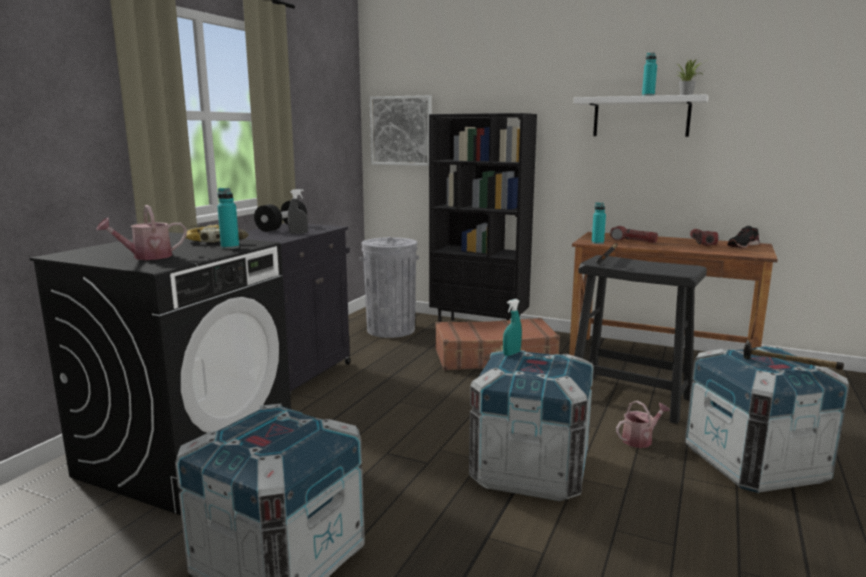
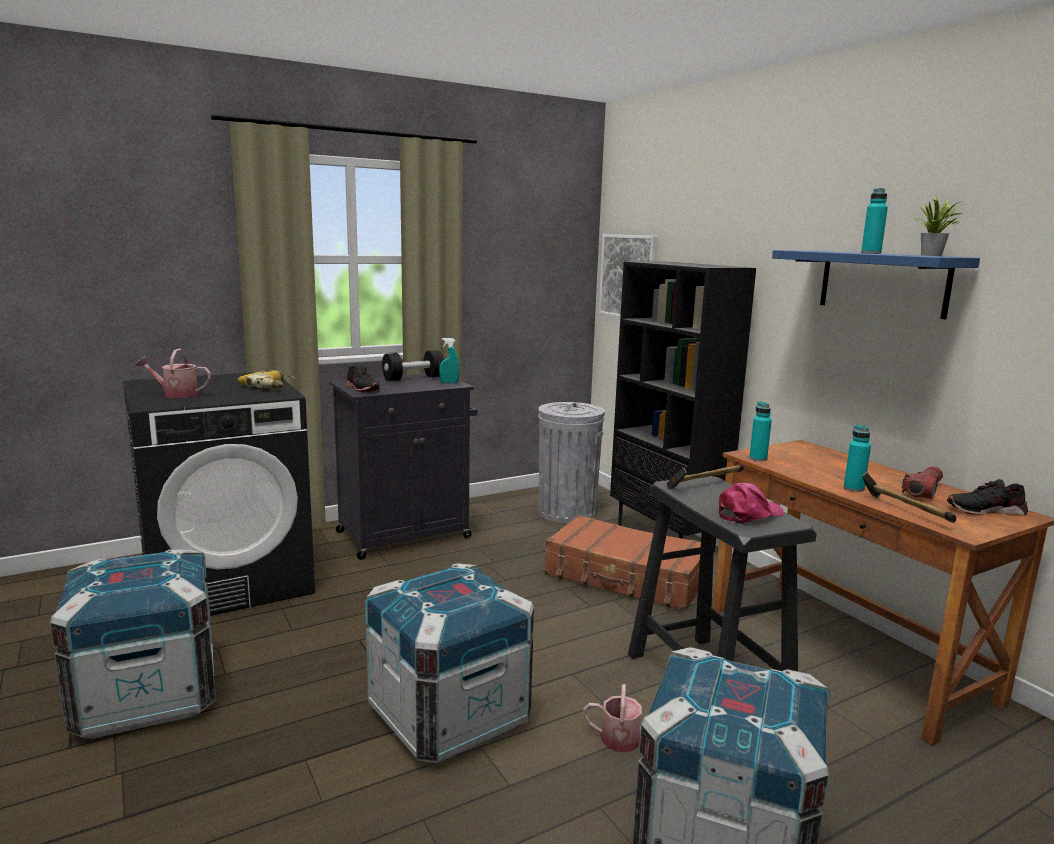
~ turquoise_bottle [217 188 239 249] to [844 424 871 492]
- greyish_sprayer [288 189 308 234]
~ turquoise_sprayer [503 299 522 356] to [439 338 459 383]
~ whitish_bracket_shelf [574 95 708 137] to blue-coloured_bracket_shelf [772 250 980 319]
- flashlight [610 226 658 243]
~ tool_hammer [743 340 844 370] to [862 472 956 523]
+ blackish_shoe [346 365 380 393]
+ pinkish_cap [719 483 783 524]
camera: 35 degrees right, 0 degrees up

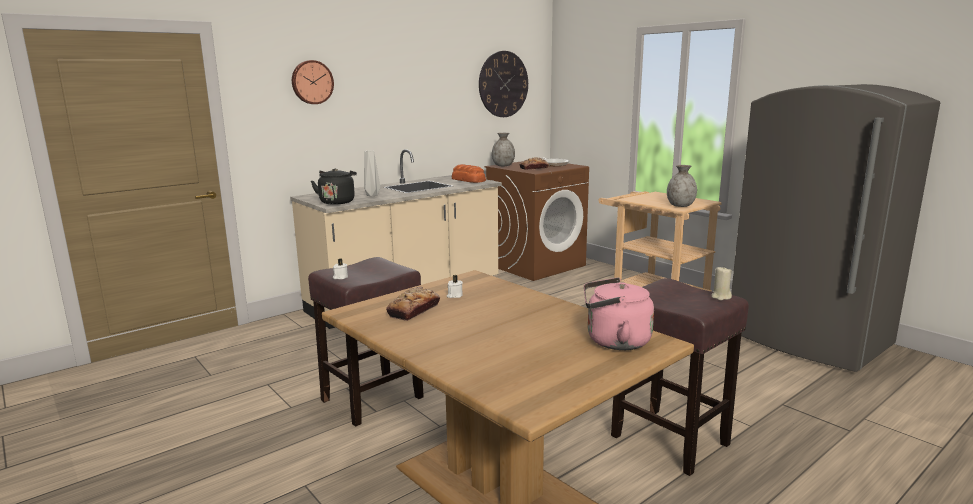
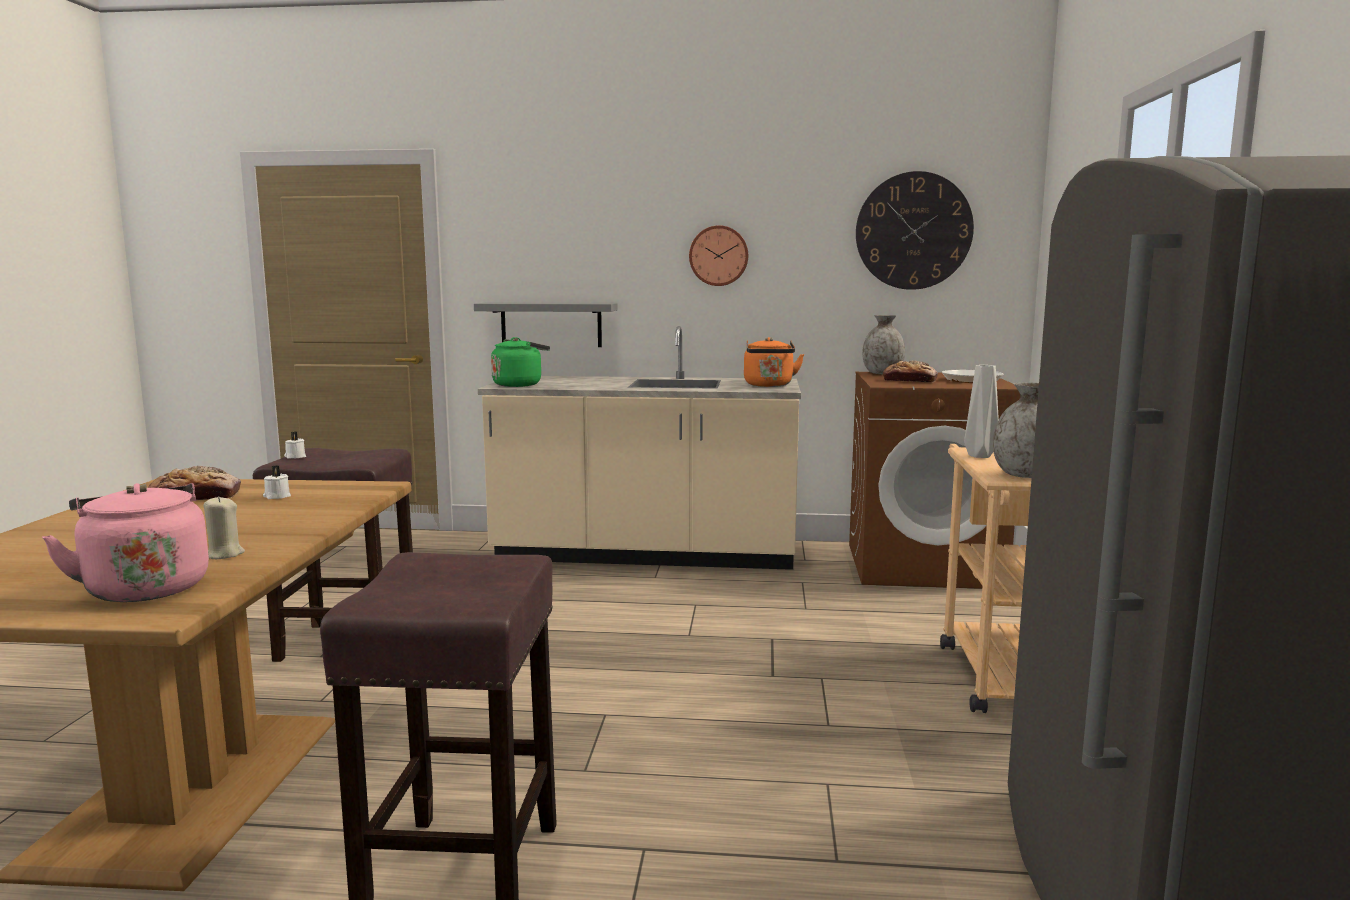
~ clock_on_the_wall [292 60 334 104] to [689 225 748 286]
~ blackish_water_kettle [311 168 357 205] to green_water_kettle [491 337 550 387]
~ greyish_decorative_vase [364 151 380 196] to [964 365 999 458]
~ bakery_bread [452 164 486 183] to orangey_water_kettle [744 337 804 387]
~ beige-coloured_wax_candle [712 267 732 300] to [204 496 245 559]
+ greyish_bracket_shelf [474 303 618 347]
camera: 45 degrees right, 5 degrees down

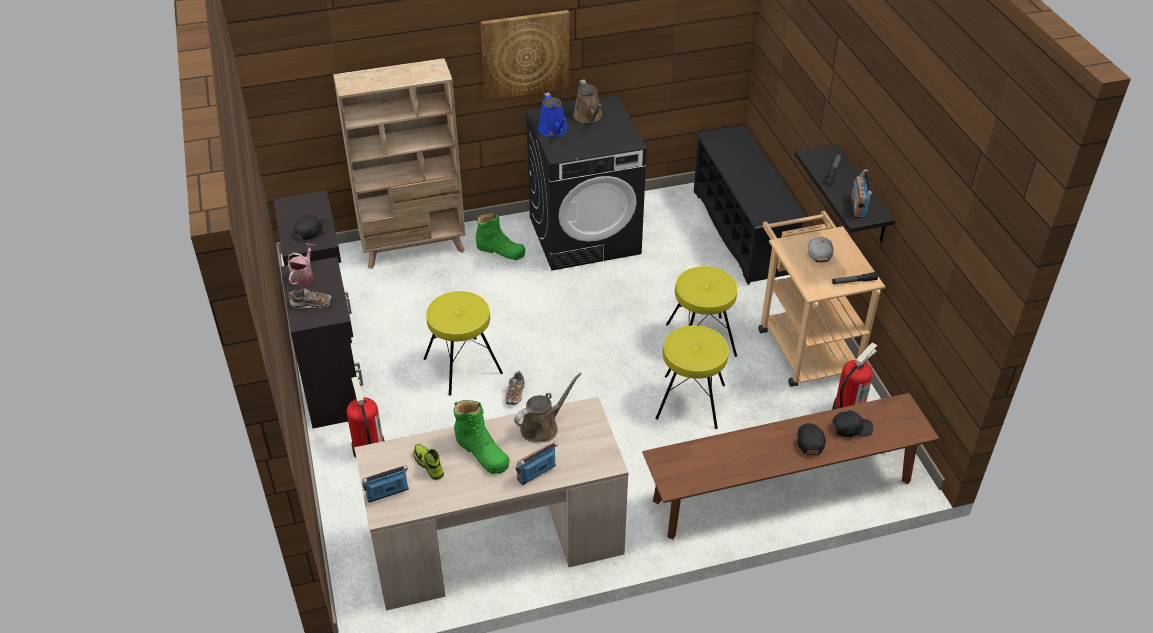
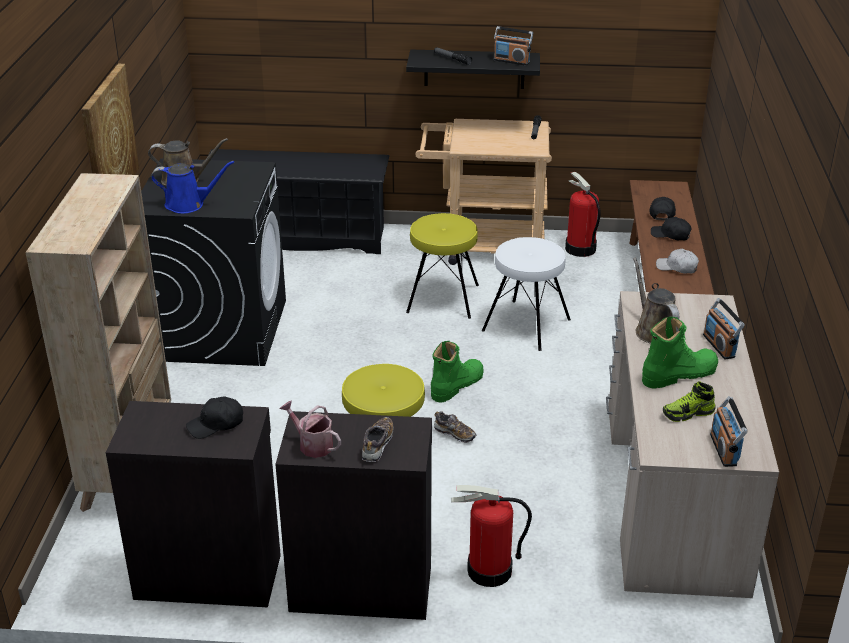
~ blackish_cap [294 215 332 240] = [186 396 243 439] 90 degrees counterclockwise
~ green_boot [476 212 525 260] to [431 341 484 402]
~ yellowish_stool_seat [655 325 729 429] to whitish_stool_seat [482 237 571 351]
~ whitish_cap [808 237 834 262] to [656 249 699 274]
camera: 70 degrees left, 10 degrees down

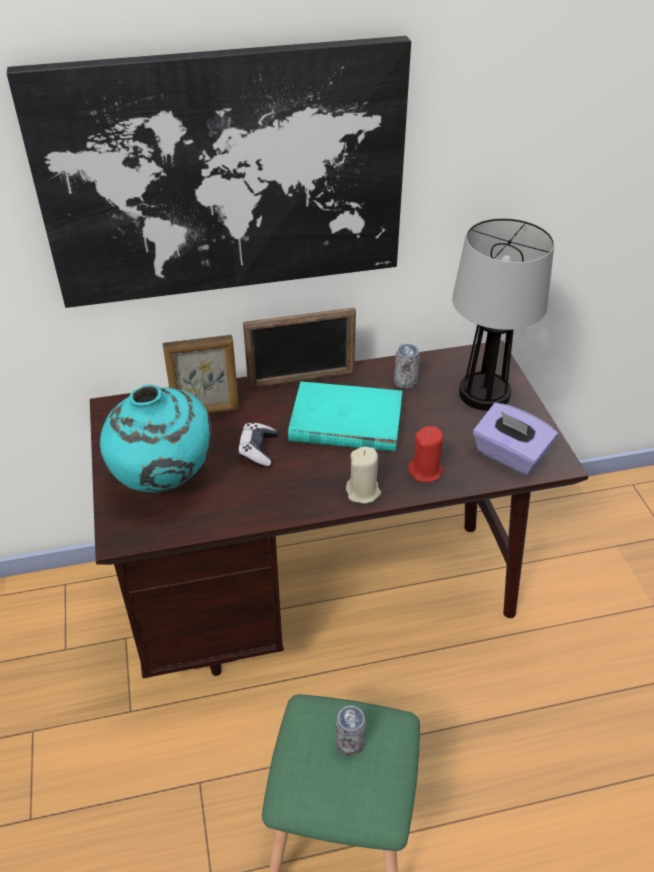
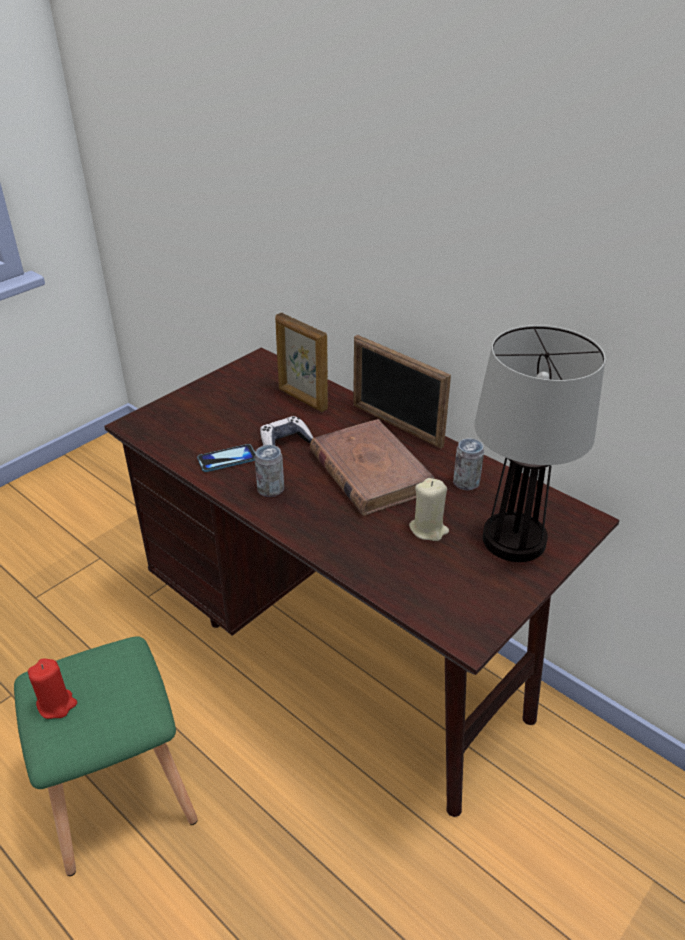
- picture [7 36 411 308]
- turquoise_decorative_vase [100 384 211 492]
~ turquoise_book [288 381 402 451] to brown_book [310 419 435 516]
~ metal_can [336 706 366 756] to [255 445 284 497]
~ beige-coloured_wax_candle [346 446 381 503] to [409 478 449 541]
~ red_wax_candle [408 426 443 482] to [28 658 77 719]
- purplish_box_of_tissues [473 403 558 475]
+ handset [197 444 256 472]
camera: 55 degrees right, 5 degrees down

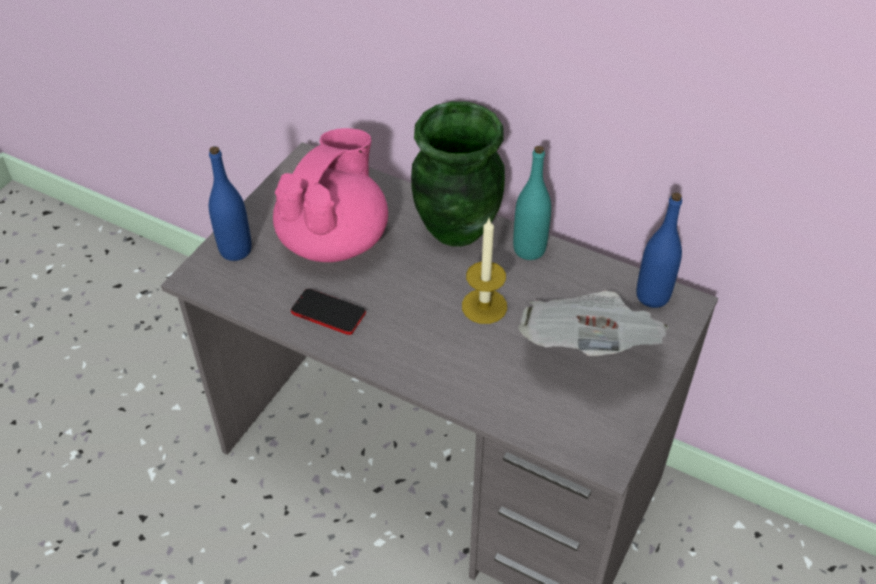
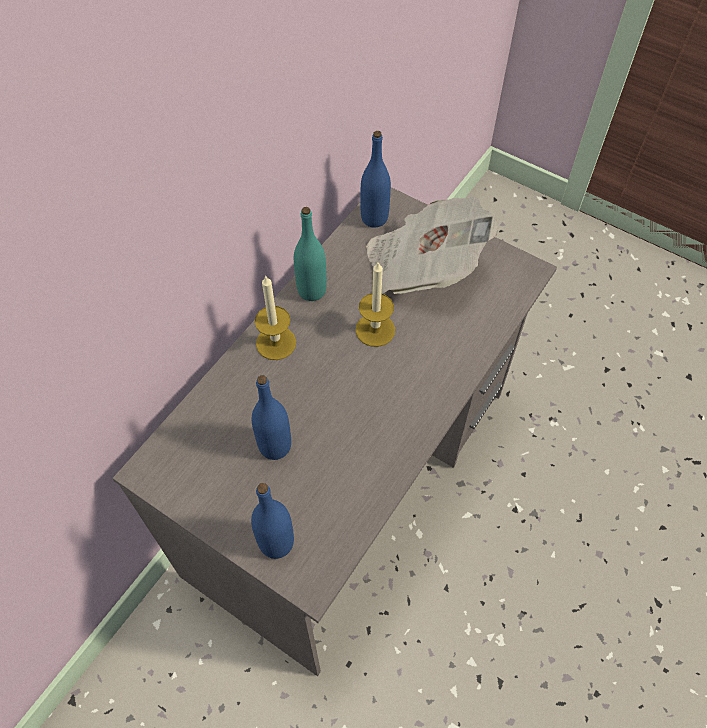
~ pinkish_pot_for_tea [273 128 388 262] to blue-coloured_bottle [252 375 291 460]
- handset [291 289 366 335]
~ green_decorative_vase [411 101 505 247] to wax_candle [255 275 296 360]
camera: 85 degrees left, 10 degrees up

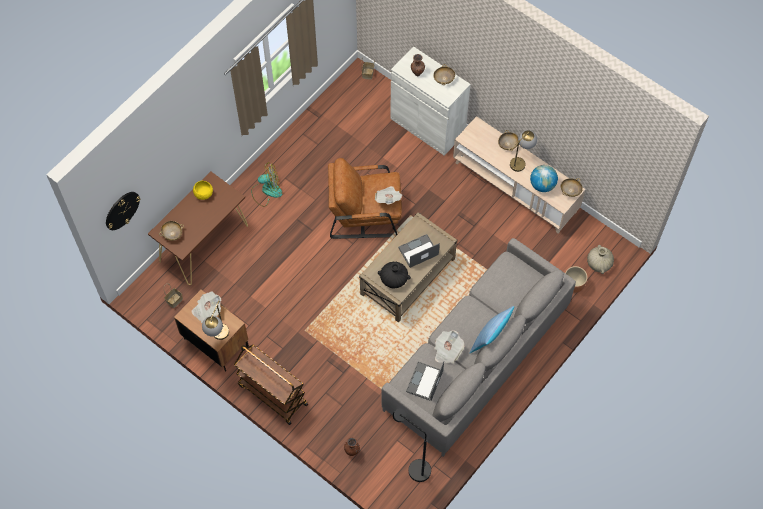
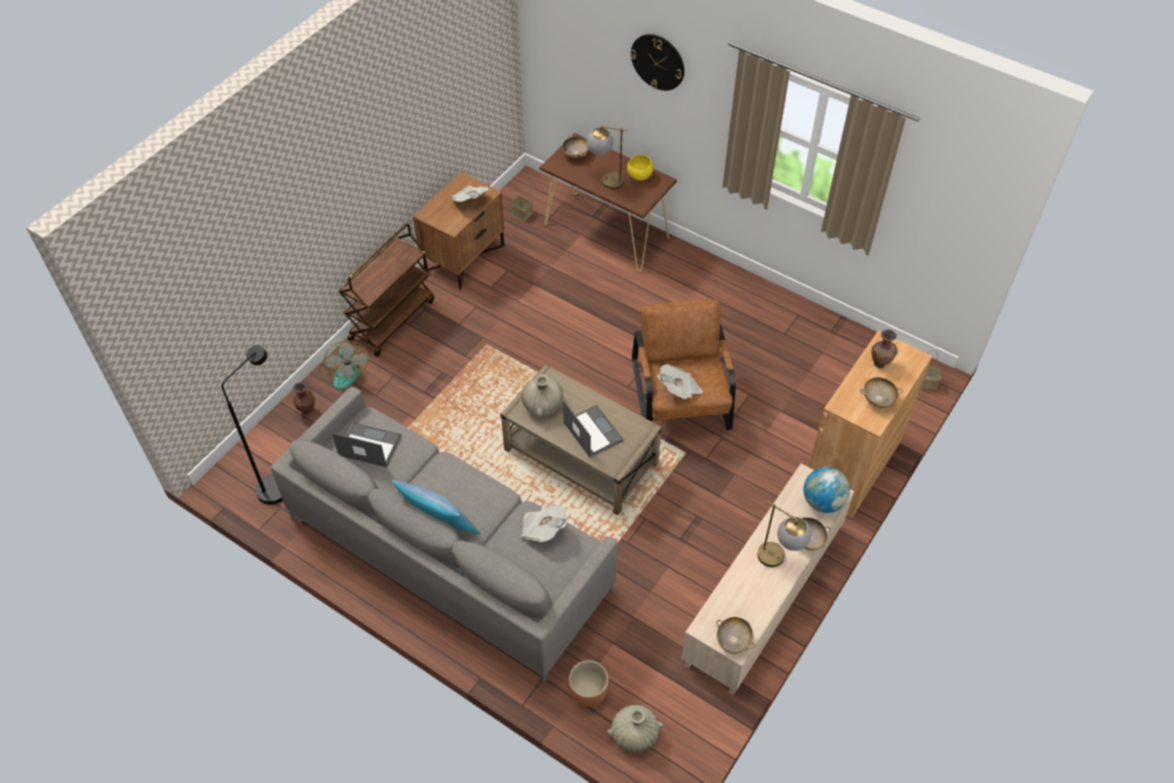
~ clock_on_the_wall [106 192 140 230] to [630 34 684 91]
~ lamp_for_a_table [202 301 229 340] to [587 125 628 190]
~ fan [251 162 282 207] to [319 340 370 390]
~ blackish_decorative_vase [378 262 411 288] to beige-coloured_decorative_vase [521 374 563 417]
~ whitish_cabinet [390 46 471 156] to brown_cabinet [808 330 932 518]
~ daily_paper [434 330 464 364] to [521 504 567 542]
~ desk_globe [530 165 558 192] to [804 467 850 513]
camera: 85 degrees right, 10 degrees down

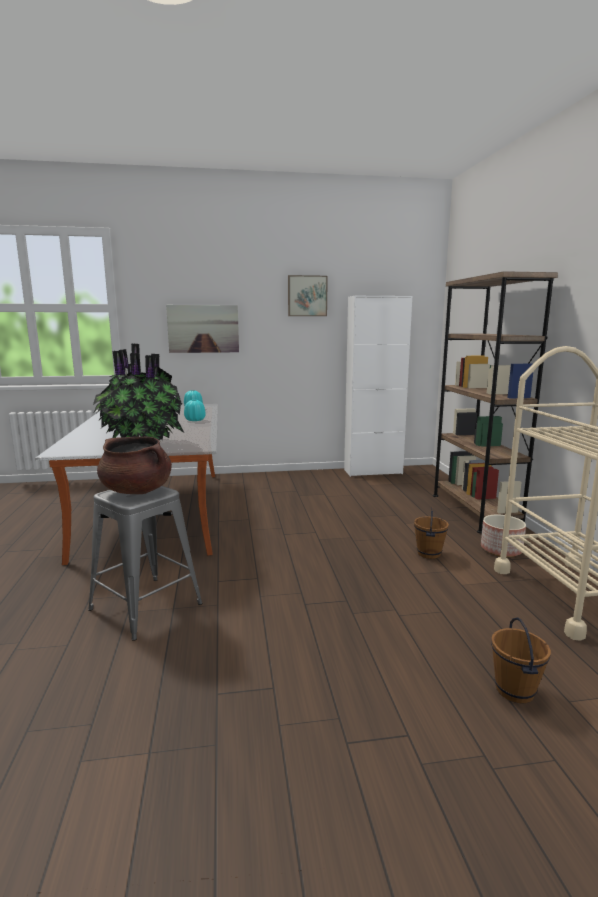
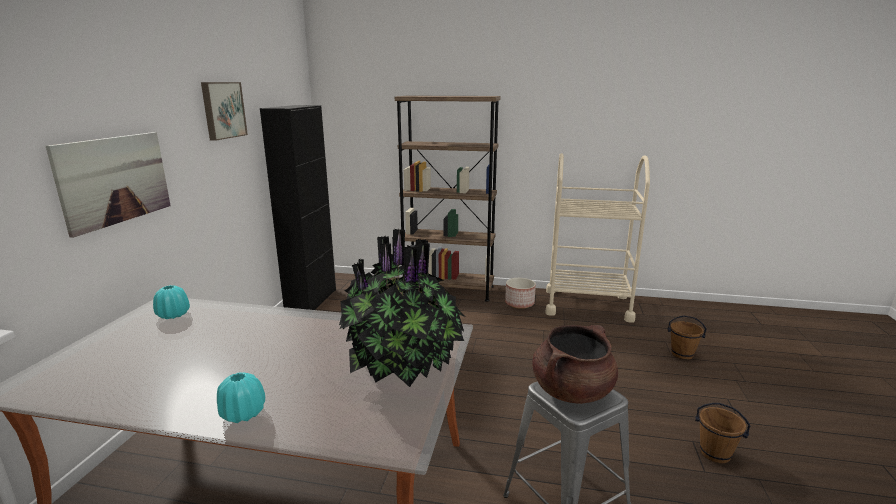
~ turquoise_decorative_vase [184 400 206 421] to [217 372 265 423]
~ whitish_cabinet [344 295 412 477] to blackish_cabinet [260 105 336 310]
~ brown_water_bucket [414 507 449 559] to [695 403 751 463]
camera: 70 degrees left, 5 degrees up

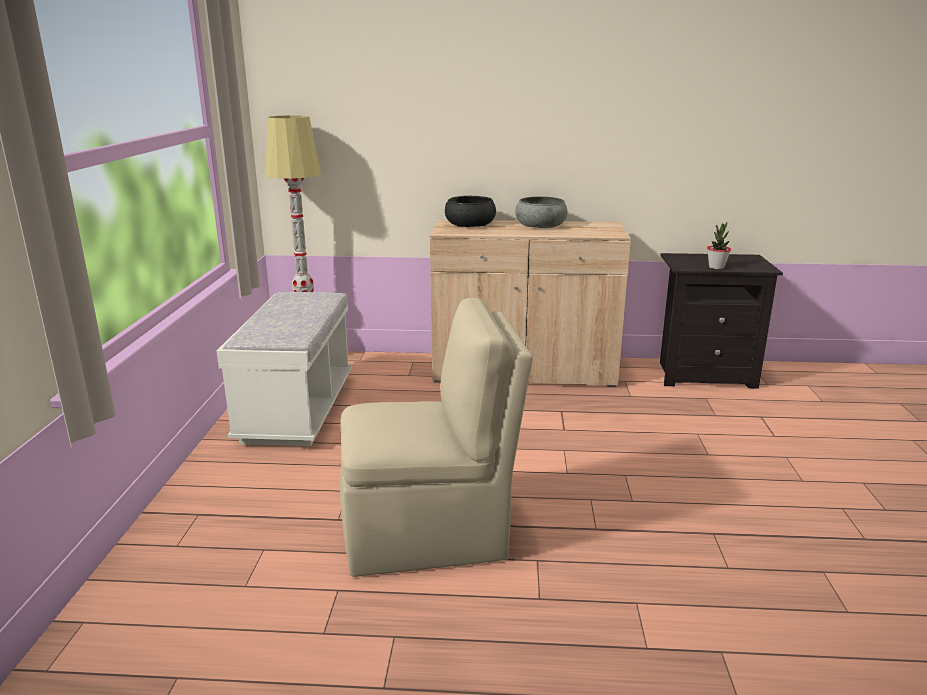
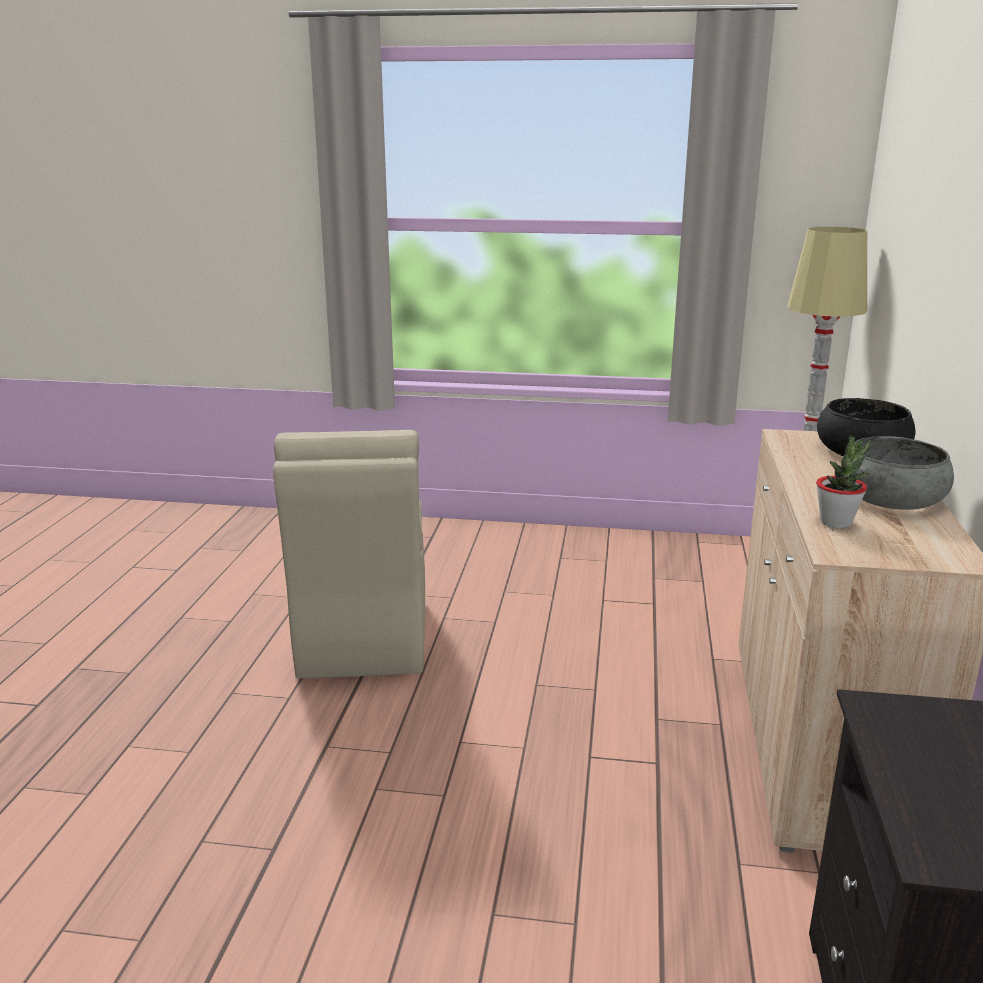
- whitish_long_seat [217 292 352 446]
~ potted_plant [707 222 731 269] to [816 435 871 528]
camera: 95 degrees right, 0 degrees up

